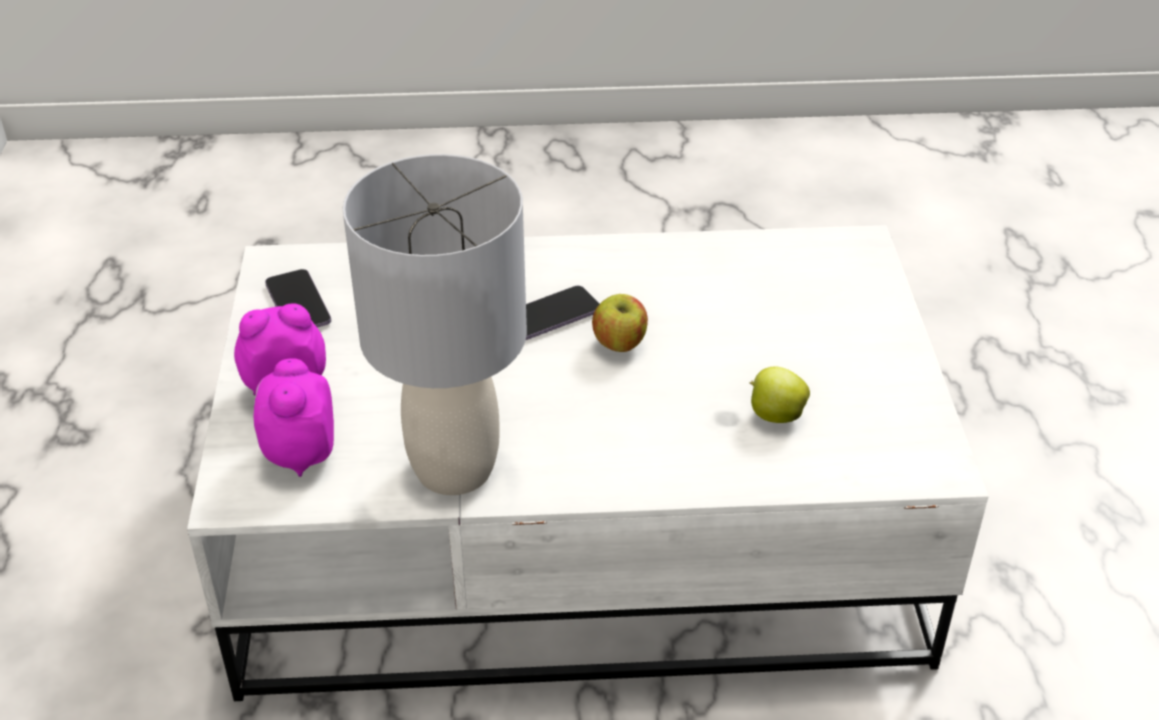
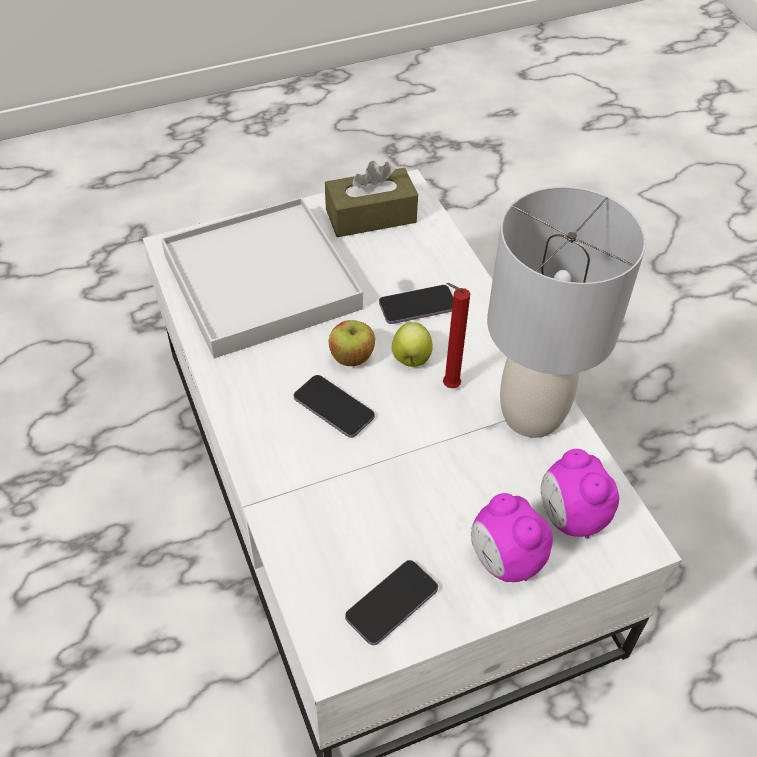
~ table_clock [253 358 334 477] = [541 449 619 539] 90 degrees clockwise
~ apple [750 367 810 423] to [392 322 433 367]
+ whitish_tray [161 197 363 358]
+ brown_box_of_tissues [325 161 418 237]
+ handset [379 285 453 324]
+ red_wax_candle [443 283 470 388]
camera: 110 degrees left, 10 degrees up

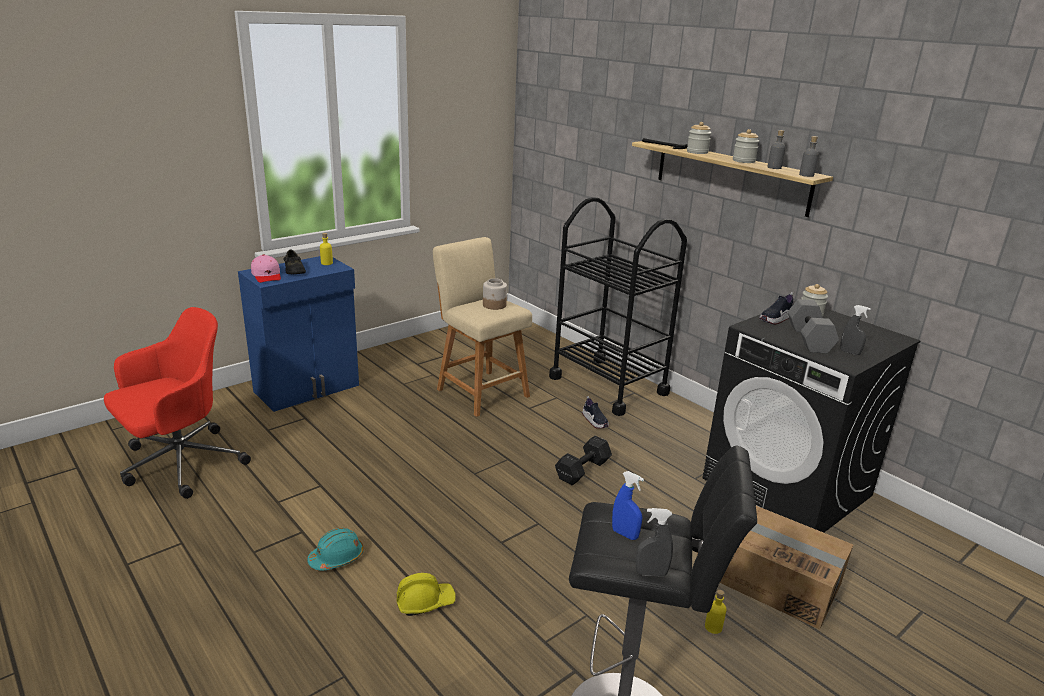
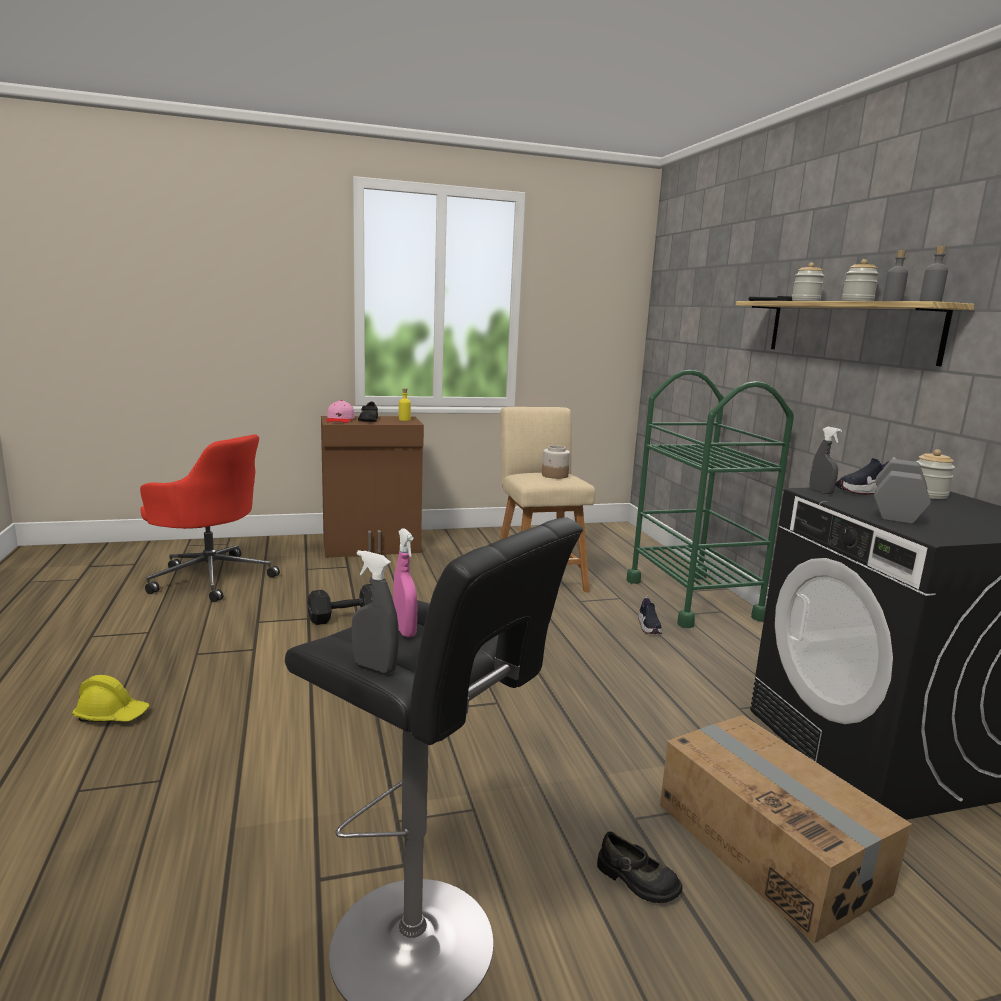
~ red_computer_chair [104 307 251 499] = [140 434 280 602] 45 degrees clockwise
~ blue-coloured_cabinet [238 256 359 412] to brown_cabinet [321 416 424 558]
- turquoise_safety_helmet [308 528 364 571]
~ yellowish_safety_helmet [397 573 456 616] to [72 675 150 722]
~ blackish_trolley [549 197 687 416] to green_trolley [627 370 794 628]
~ blackish_free_weight [555 435 612 485] to [308 584 372 625]
~ blue-coloured_sprayer [612 471 644 540] to pinkish_sprayer [393 528 417 637]
~ yellowish_bottle [705 590 726 634] to blackish_shoe [597 831 683 903]
~ greyish_sprayer [840 305 871 355] to [810 427 842 494]
camera: 25 degrees right, 10 degrees down

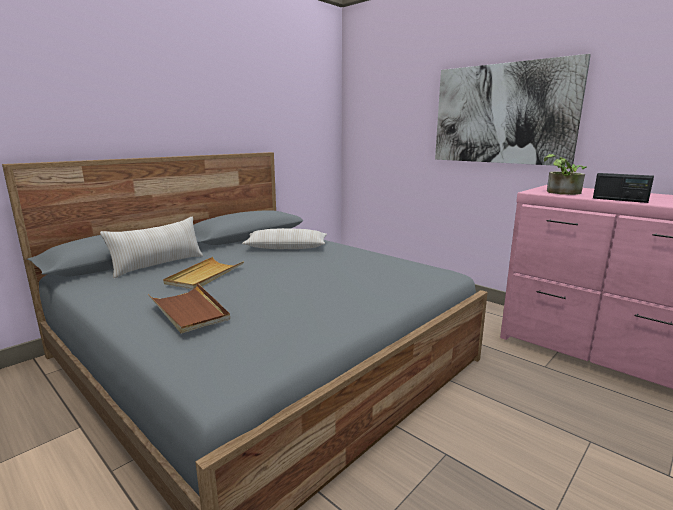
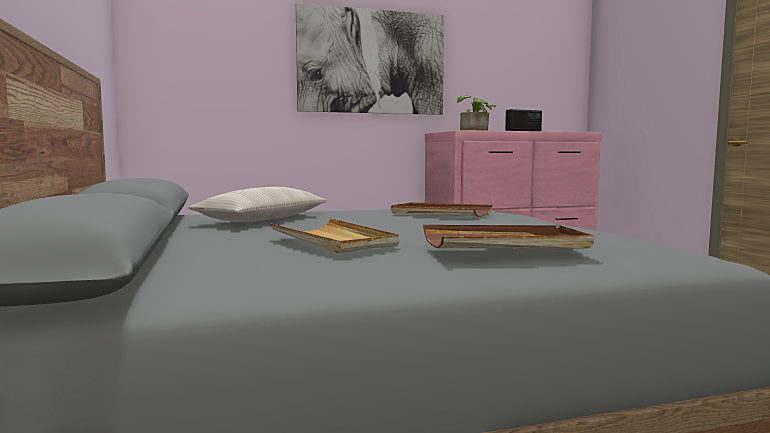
- beige-coloured_cushion [100 217 203 278]
+ brown_tray [391 202 492 217]
camera: 60 degrees left, 10 degrees down

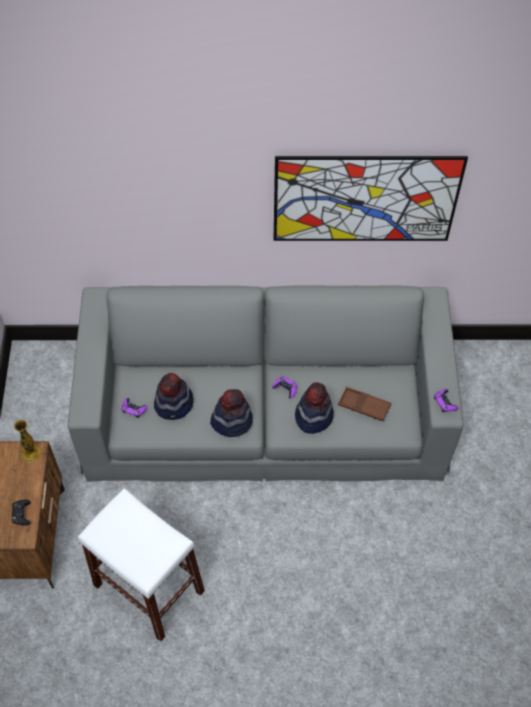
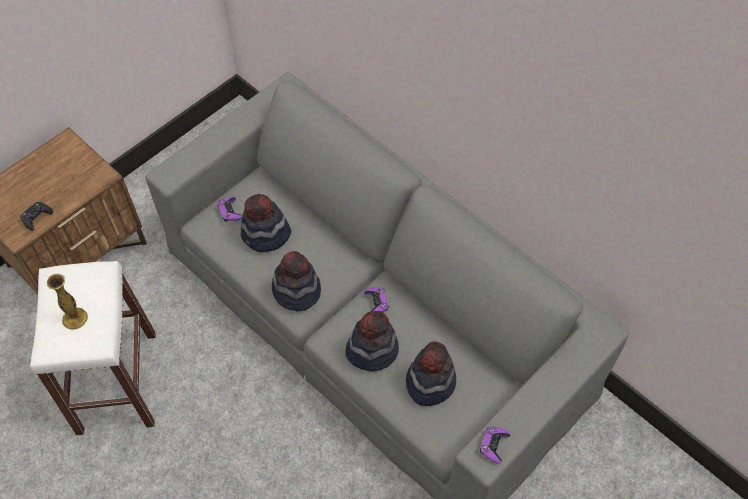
~ decorative_vase [14 419 41 462] to [47 274 88 330]
- picture [274 156 468 241]
~ brown_tray [338 387 391 421] to clothing_hat [406 342 456 406]
camera: 45 degrees right, 0 degrees up

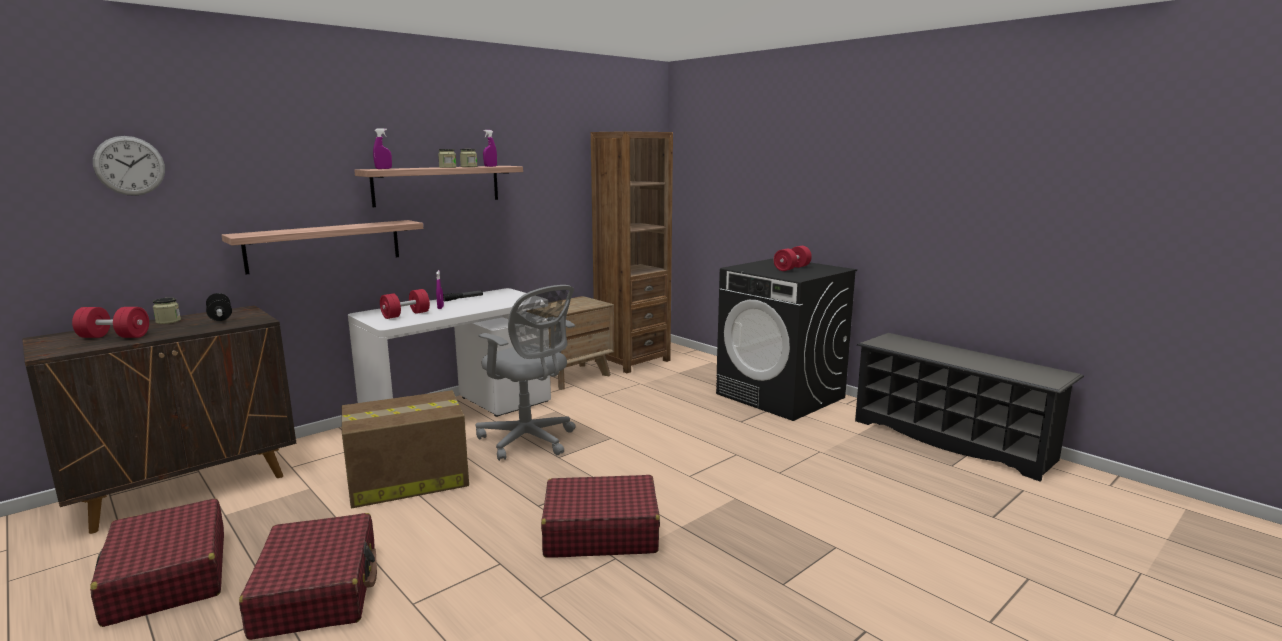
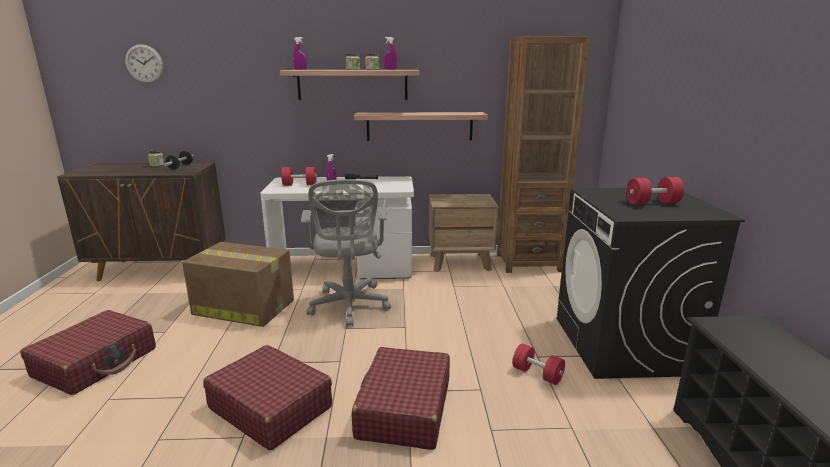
~ red_free_weight [72 307 149 338] to [512 343 565 385]
~ red_travel_case [90 498 224 627] to [351 347 450 450]
~ bracket_shelf [221 220 423 274] to [354 112 488 141]
camera: 40 degrees right, 5 degrees up

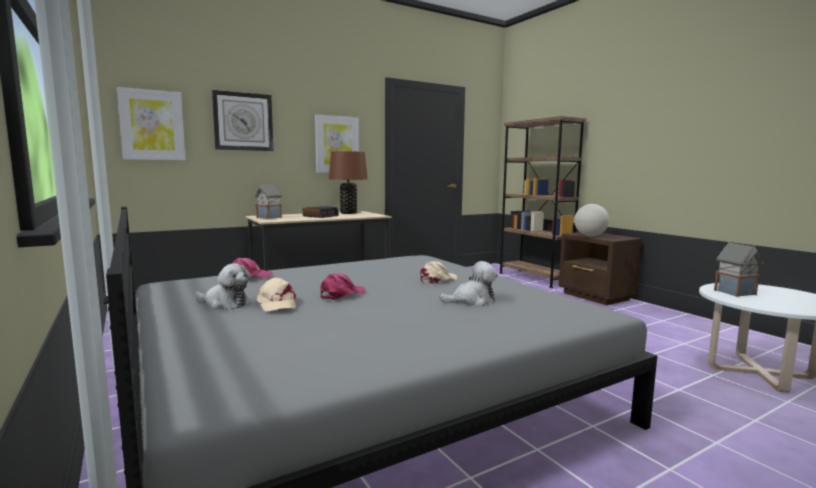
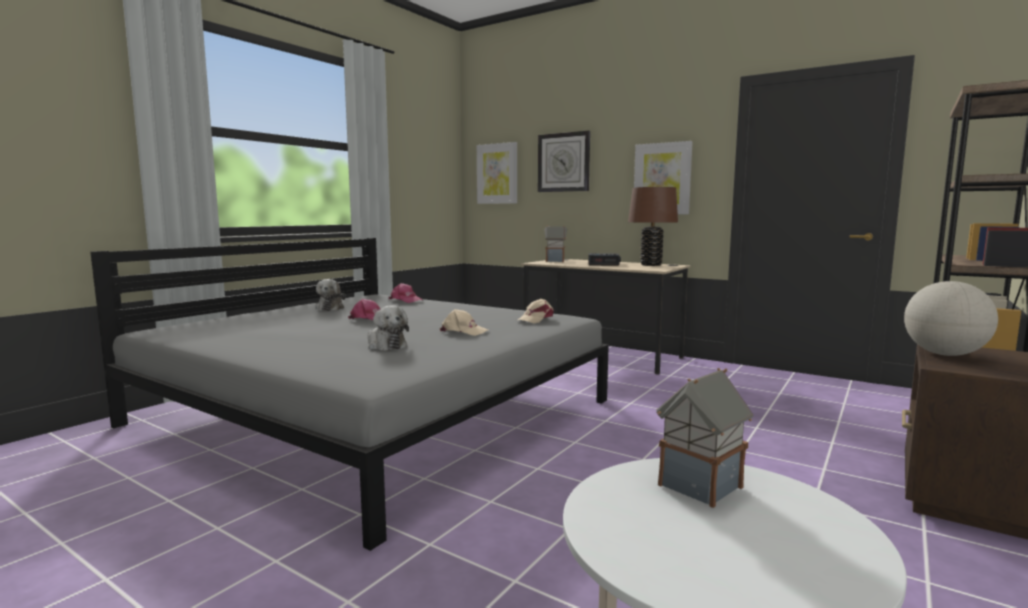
~ beige-coloured_cap [256 277 296 311] to [518 299 554 323]
camera: 65 degrees right, 0 degrees up

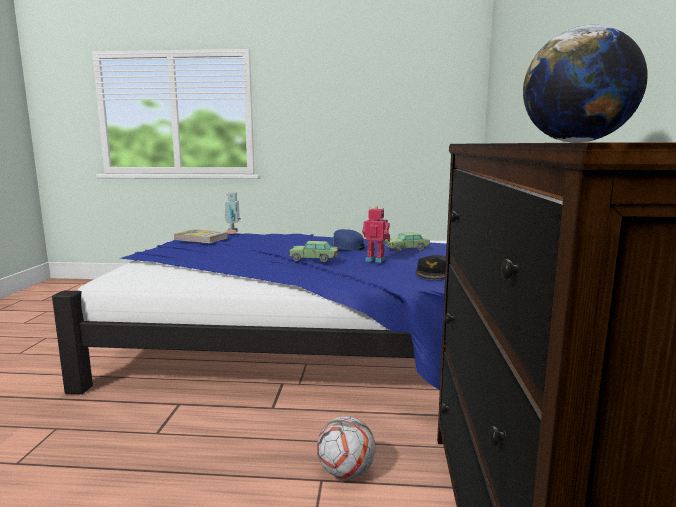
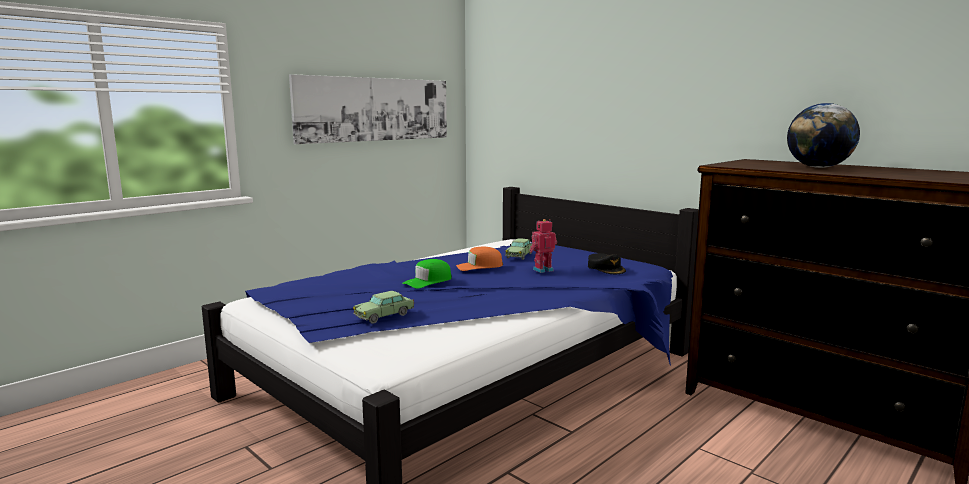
- book [174 229 228 243]
- model_robot [225 192 241 234]
~ miniature_car [289 241 338 262] to [353 291 414 324]
- football_ball [317 416 375 479]
~ blue-coloured_cap [328 229 365 251] to orangey_cap [456 247 503 271]
+ picture [289 74 447 144]
+ green_cap [402 259 452 289]
camera: 50 degrees left, 0 degrees up

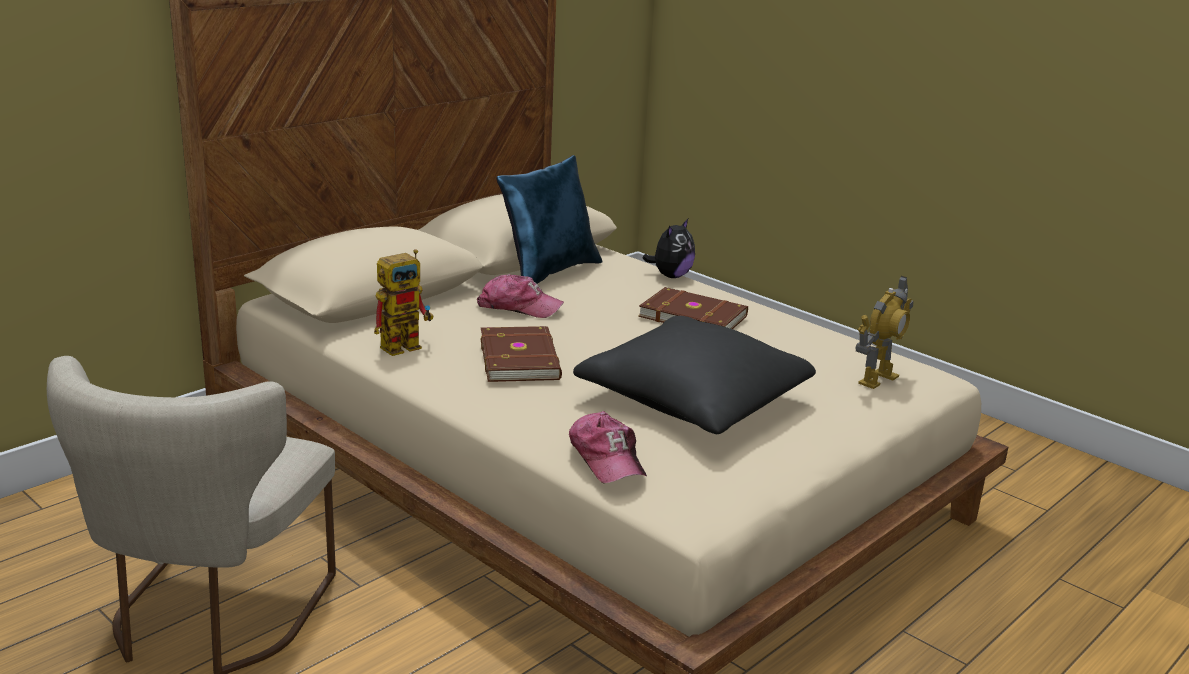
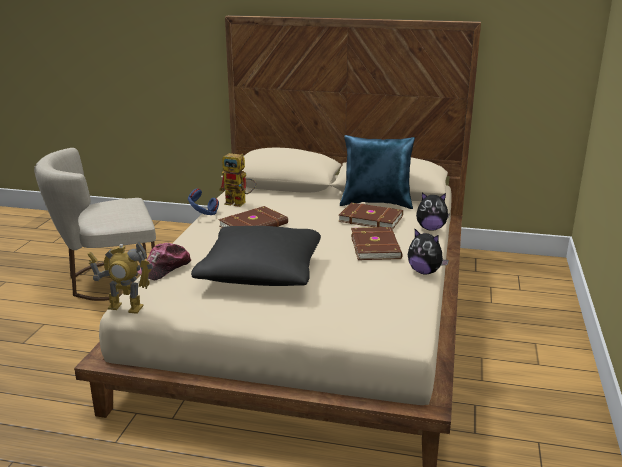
- cap [477 274 564 318]
~ model_robot [856 276 913 389] to [88 241 153 314]
+ blue-coloured_headphones [188 188 219 215]
+ brown_book [338 202 403 230]
+ soft_toy [408 229 449 275]
camera: 60 degrees right, 0 degrees up

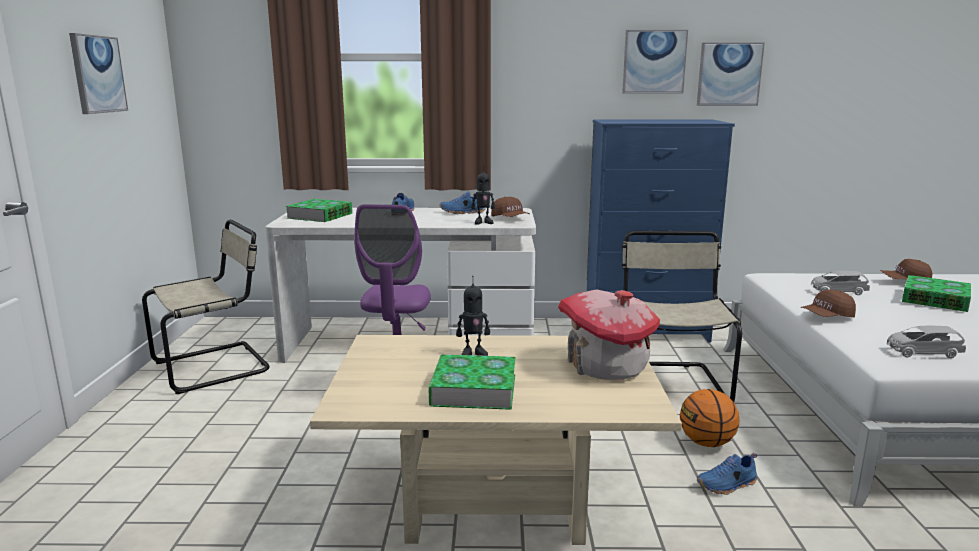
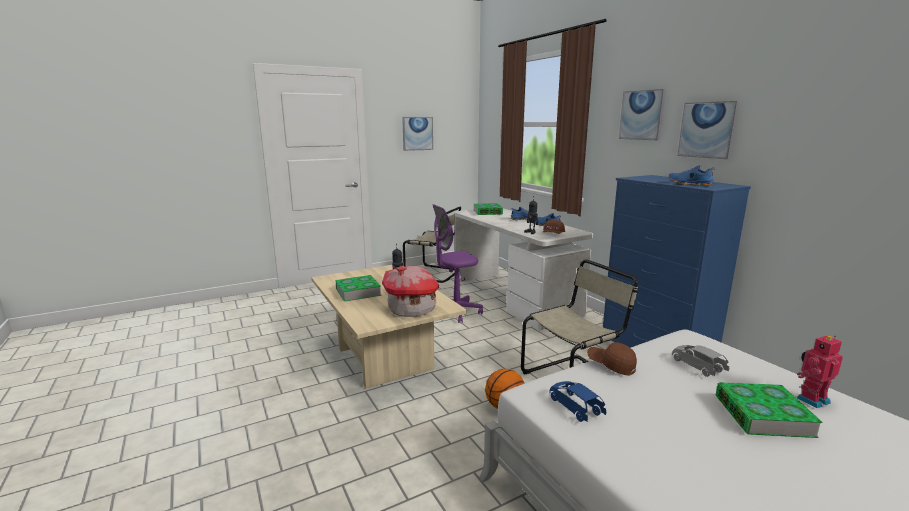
~ picture [697 42 765 106] to [619 89 666 140]
~ blue-coloured_shoe [697 453 757 495] to [668 165 715 186]
~ brown_cap [880 259 932 279] to model_robot [797 336 843 408]
~ greyish_miniature_car [887 326 966 358] to blue-coloured_miniature_car [549 381 606 422]
camera: 60 degrees right, 0 degrees up

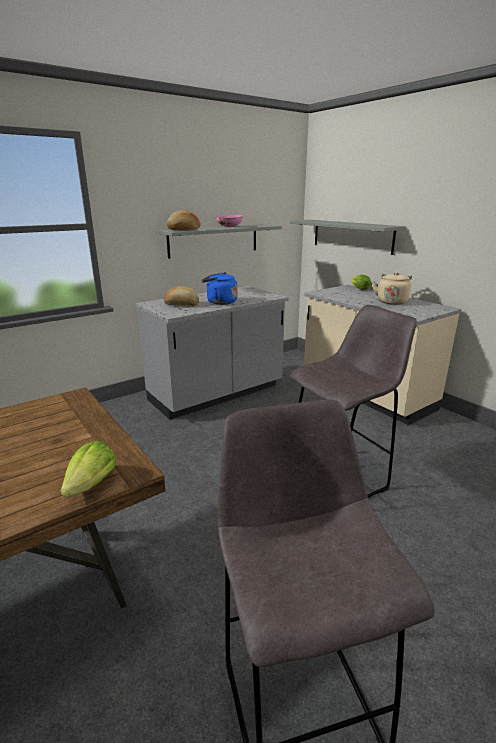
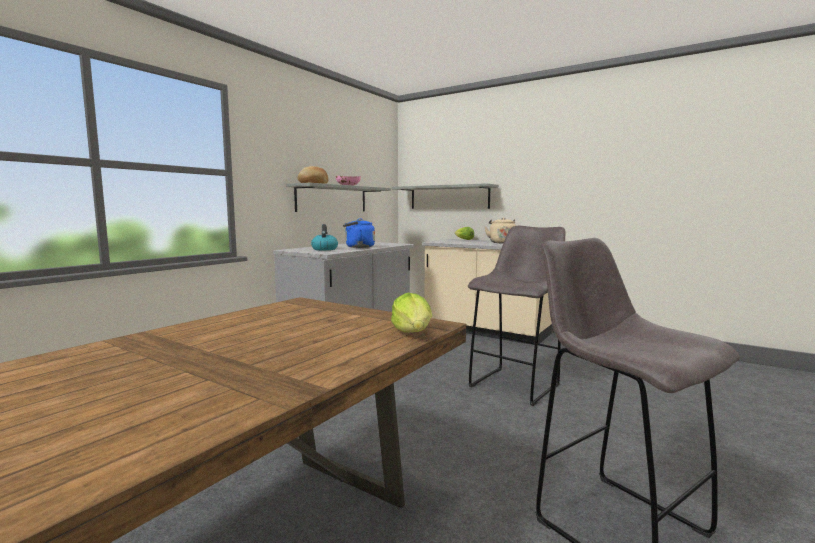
~ bakery_bread [164 286 199 306] to water_kettle [311 224 338 250]
camera: 20 degrees left, 15 degrees down

